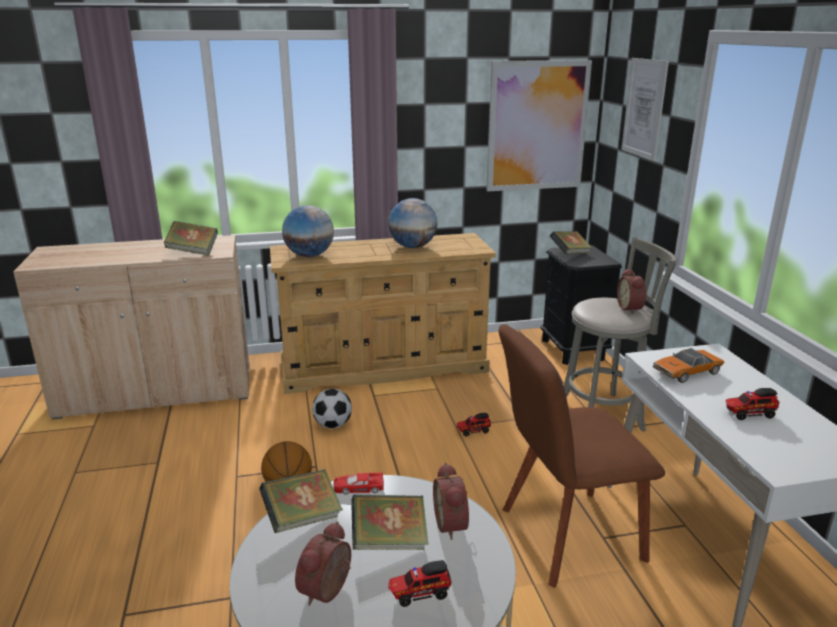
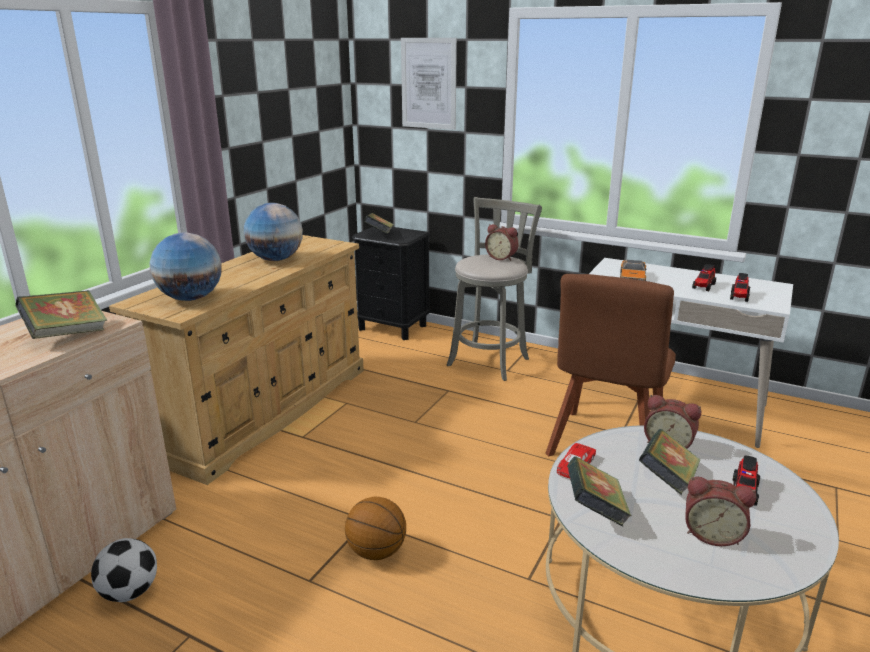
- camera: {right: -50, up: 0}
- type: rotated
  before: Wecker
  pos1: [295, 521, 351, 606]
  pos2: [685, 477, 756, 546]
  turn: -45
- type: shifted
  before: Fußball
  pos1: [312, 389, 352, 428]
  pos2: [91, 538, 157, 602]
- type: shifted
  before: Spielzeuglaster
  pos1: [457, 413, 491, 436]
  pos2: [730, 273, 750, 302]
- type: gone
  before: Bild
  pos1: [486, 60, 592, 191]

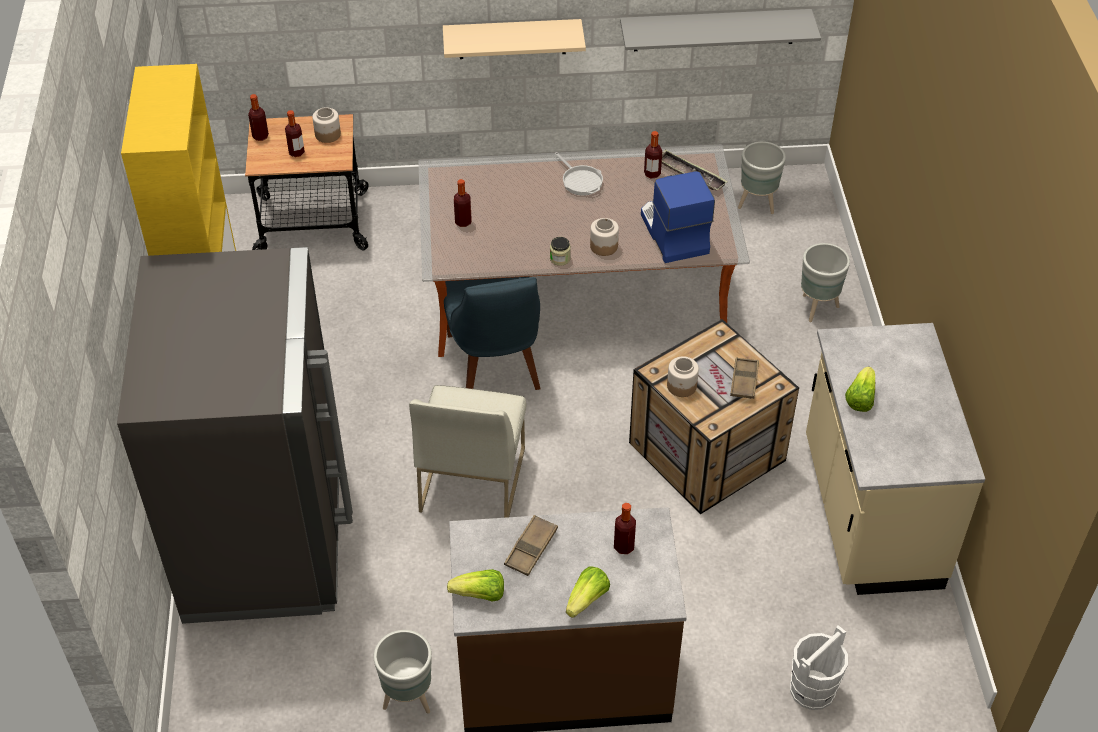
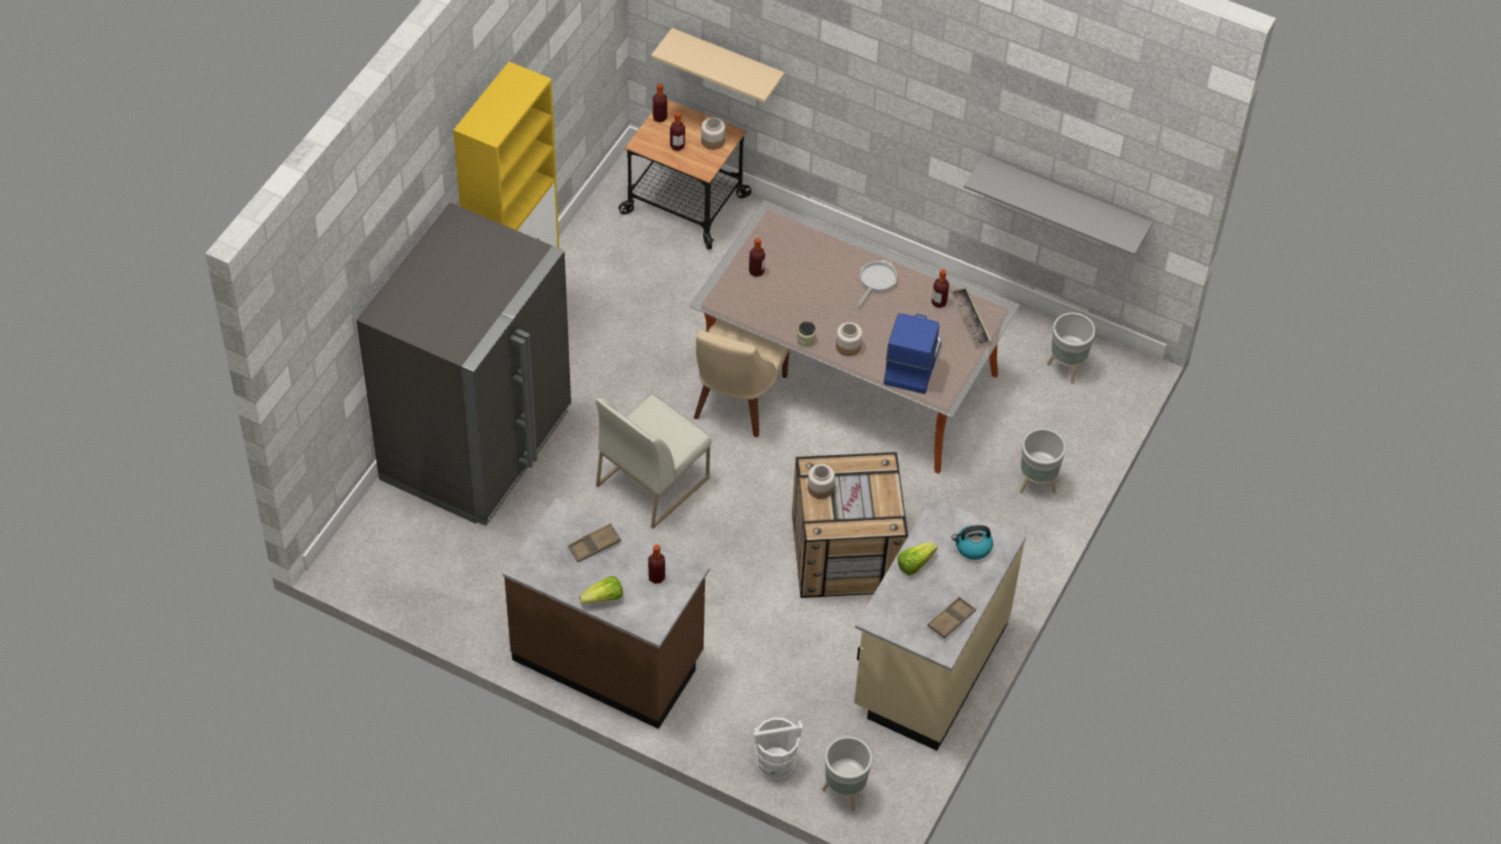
- camera: {right: 30, up: 5}
- type: shifted
  before: Pflanzkübel [grau]
  pos1: [373, 630, 432, 714]
  pos2: [822, 736, 873, 811]
- type: shifted
  before: Wandregal [beige]
  pos1: [443, 19, 586, 59]
  pos2: [651, 28, 785, 103]
- type: repainted
  before: Stuhl [blau]
  after: Stuhl [beige]
  pos1: [444, 277, 541, 390]
  pos2: [694, 319, 789, 437]
- type: gone
  before: Salatkopf
  pos1: [447, 569, 504, 601]
- type: rotated
  before: Pfanne
  pos1: [555, 152, 603, 196]
  pos2: [857, 260, 897, 307]
  turn: -150
- type: shifted
  before: Tablett [braun]
  pos1: [730, 357, 759, 399]
  pos2: [928, 597, 976, 638]
- type: new
  after: Wasserkessel
  pos2: [952, 525, 993, 560]

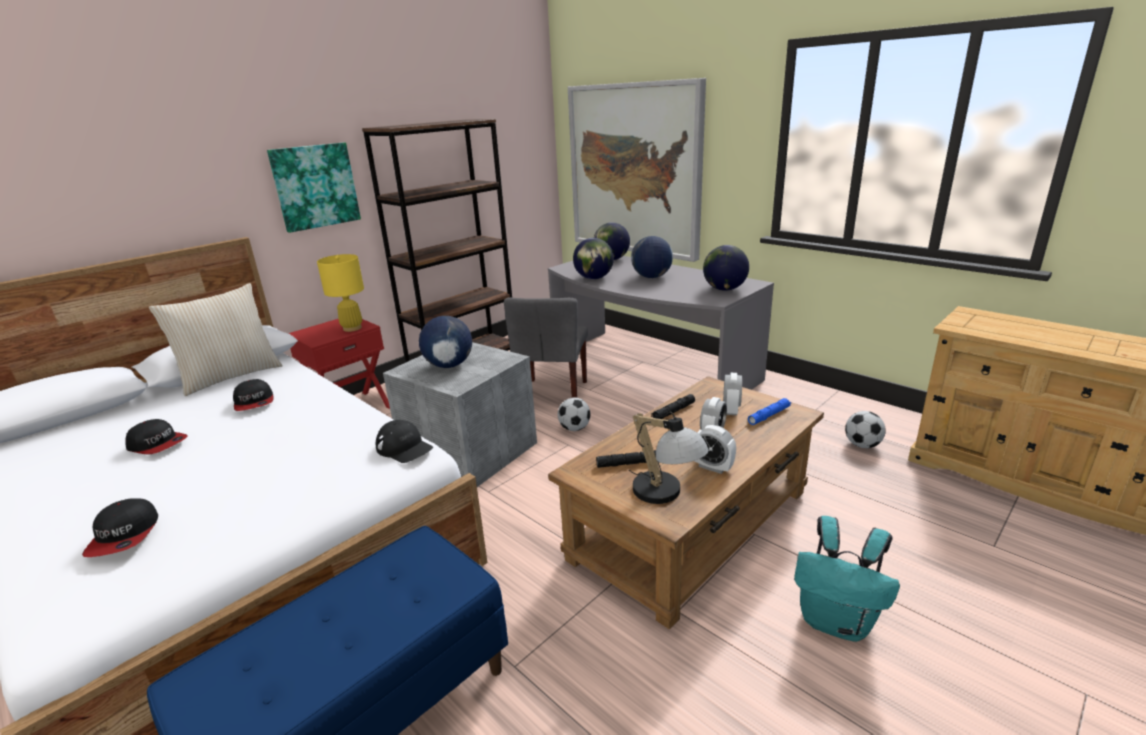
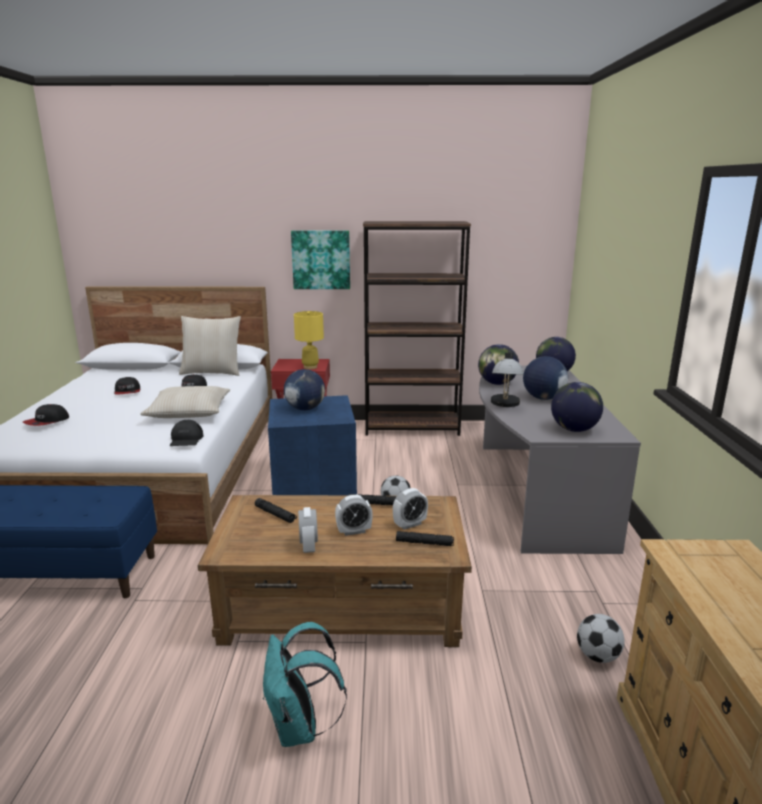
- camera: {right: 45, up: -5}
- type: repainted
  before: Aufbewahrungsbox [grau]
  after: Aufbewahrungsbox [blau]
  pos1: [383, 342, 537, 487]
  pos2: [268, 395, 357, 495]
- type: gone
  before: Stuhl [grau]
  pos1: [504, 298, 588, 398]
- type: gone
  before: Bild
  pos1: [568, 78, 706, 262]
- type: shifted
  before: Tischlampe
  pos1: [629, 412, 709, 504]
  pos2: [491, 348, 524, 407]
- type: repainted
  before: Taschenlampe [blau]
  after: Taschenlampe [schwarz]
  pos1: [748, 398, 791, 425]
  pos2: [396, 531, 454, 546]
- type: new
  after: Kissen [beige]
  pos2: [140, 386, 230, 418]

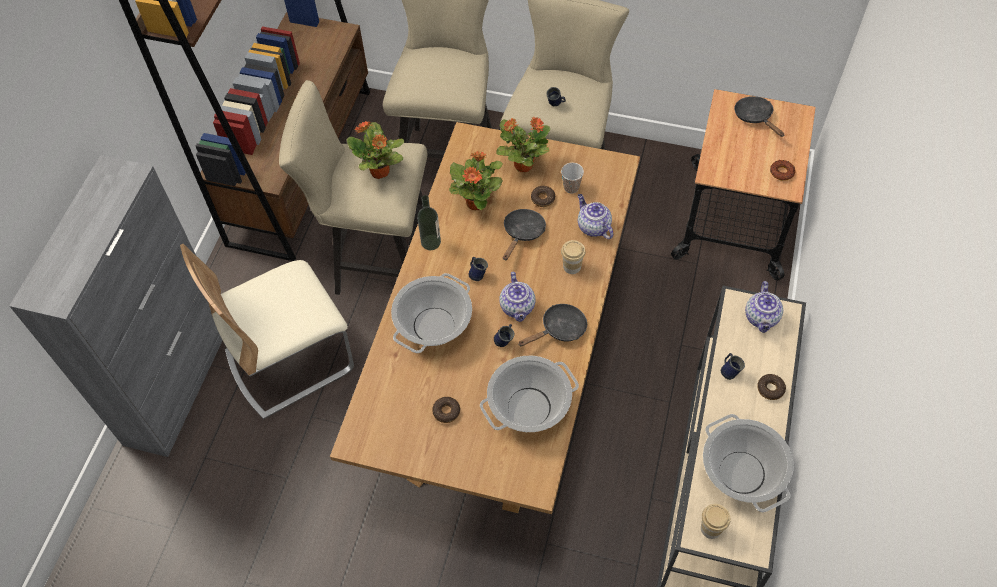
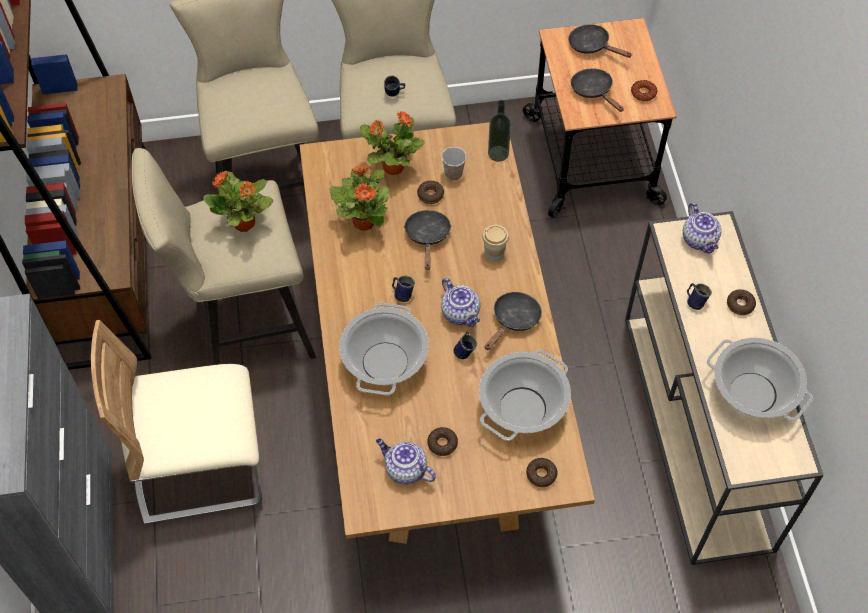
- camera: {right: -25, up: 0}
- type: rotated
  before: Stuhl [beige]
  pos1: [180, 244, 354, 419]
  pos2: [91, 320, 263, 524]
  turn: 45
- type: shifted
  before: Flasche
  pos1: [417, 195, 441, 250]
  pos2: [488, 100, 511, 162]
- type: shifted
  before: Teekanne
  pos1: [578, 194, 613, 239]
  pos2: [376, 438, 436, 485]
- type: gone
  before: Tasse
  pos1: [701, 504, 731, 539]
- type: new
  after: Donut
  pos2: [526, 458, 558, 487]
- type: new
  after: Pfanne [schwarz]
  pos2: [571, 68, 624, 112]

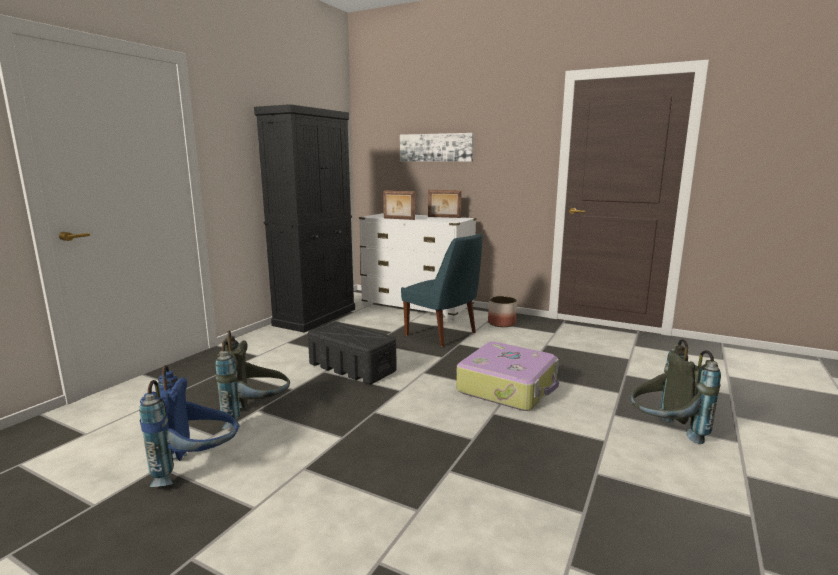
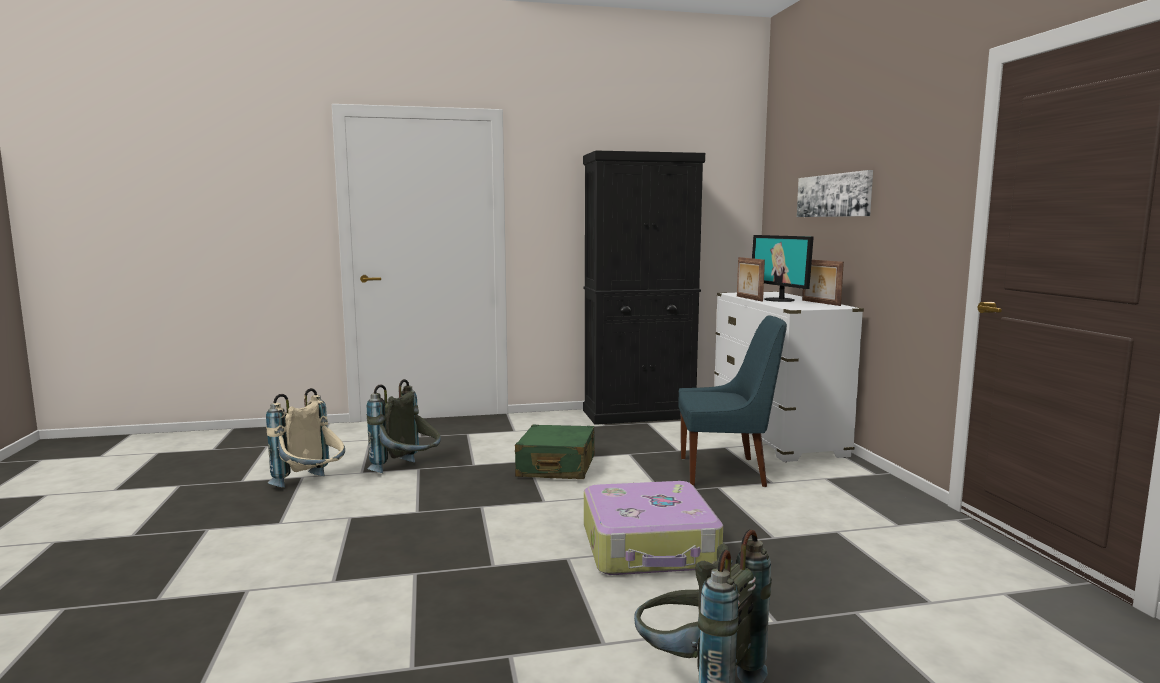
- camera: {right: 50, up: -5}
- type: repainted
  before: Rucksack [blau]
  after: Rucksack [beige]
  pos1: [139, 365, 239, 487]
  pos2: [266, 388, 345, 488]
- type: swapped
  before: Aufbewahrungsbox [schwarz]
  after: Koffer [grün]
  pos1: [308, 322, 397, 384]
  pos2: [515, 425, 595, 479]
- type: rotated
  before: Stuhl [blau]
  pos1: [401, 233, 482, 347]
  pos2: [679, 315, 787, 487]
  turn: -90
- type: gone
  before: Pflanzkübel
  pos1: [488, 296, 517, 327]
- type: new
  after: Monitor
  pos2: [752, 235, 814, 302]

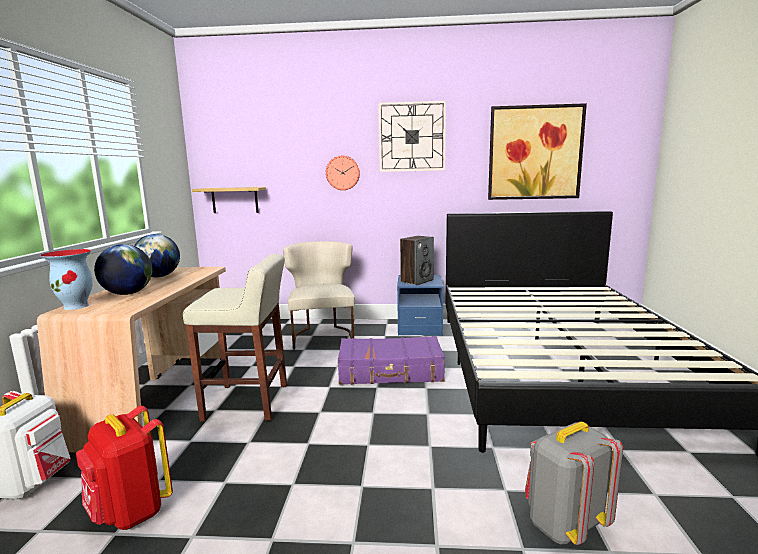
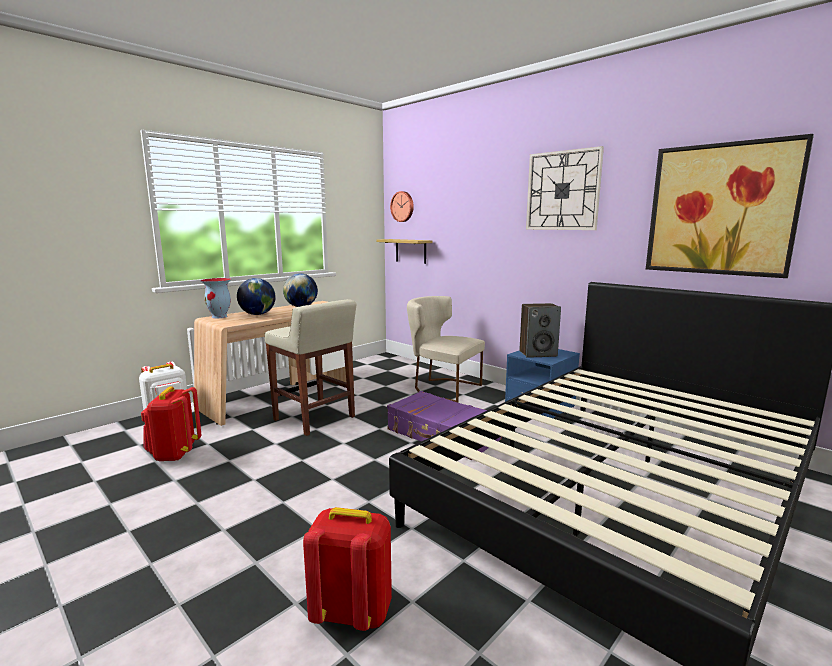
- camera: {right: 40, up: 0}
- type: rotated
  before: Stuhl [beige]
  pos1: [283, 241, 355, 350]
  pos2: [407, 296, 485, 403]
  turn: -90
- type: shifted
  before: Wanduhr
  pos1: [326, 156, 360, 190]
  pos2: [390, 191, 414, 222]
- type: repainted
  before: Rucksack [grau]
  after: Rucksack [rot]
  pos1: [525, 422, 623, 545]
  pos2: [303, 507, 392, 631]

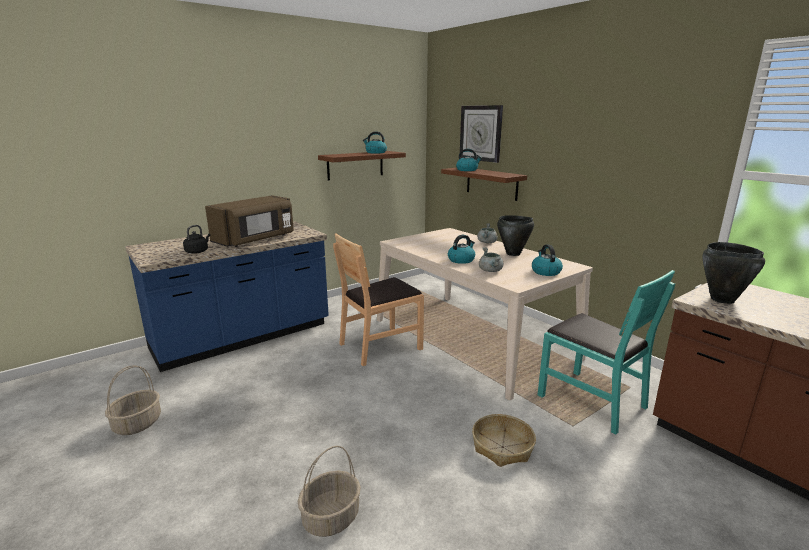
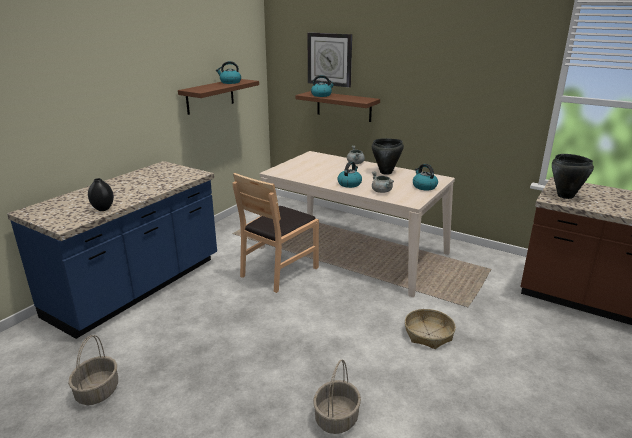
- camera: {right: -20, up: 5}
- type: swapped
  before: Wasserkessel [schwarz]
  after: Vase [schwarz]
  pos1: [183, 225, 210, 254]
  pos2: [88, 178, 114, 211]
- type: gone
  before: Mikrowelle [braun]
  pos1: [205, 195, 294, 247]
- type: gone
  before: Stuhl [türkis]
  pos1: [537, 270, 675, 434]

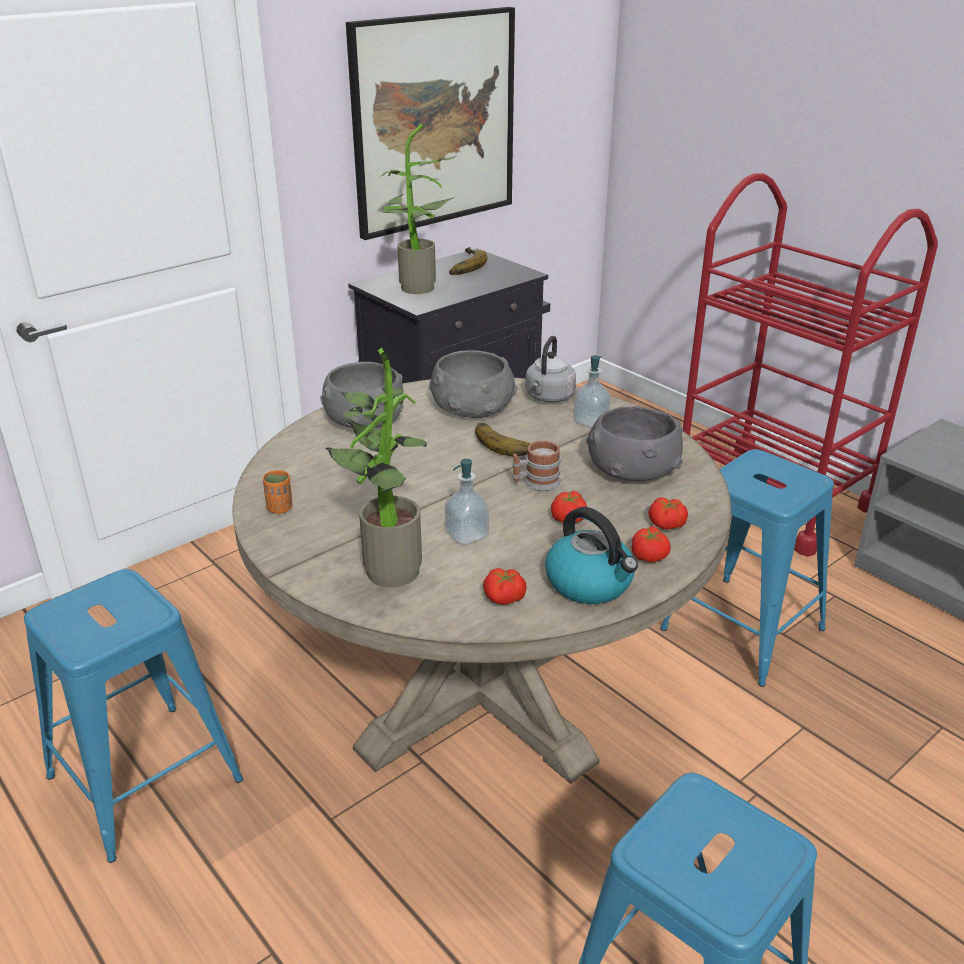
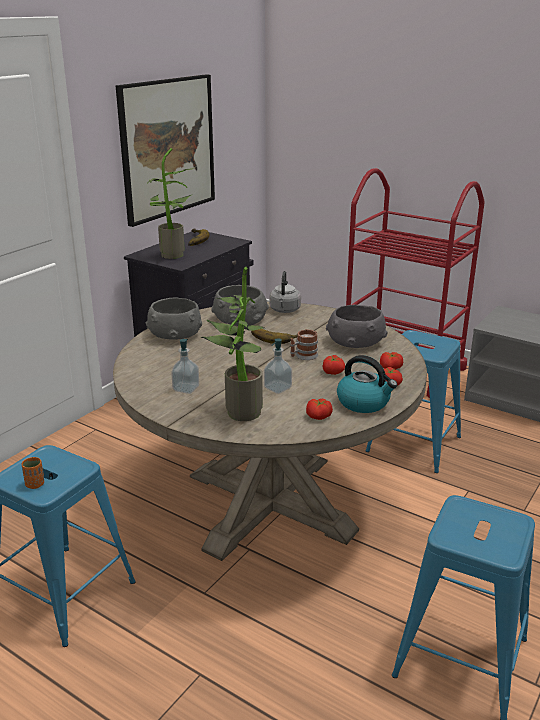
- camera: {right: -15, up: -5}
- type: shifted
  before: Tasse [orange]
  pos1: [263, 470, 292, 514]
  pos2: [22, 457, 44, 489]
- type: shifted
  before: Seifenspender
  pos1: [573, 355, 611, 428]
  pos2: [171, 339, 199, 394]

